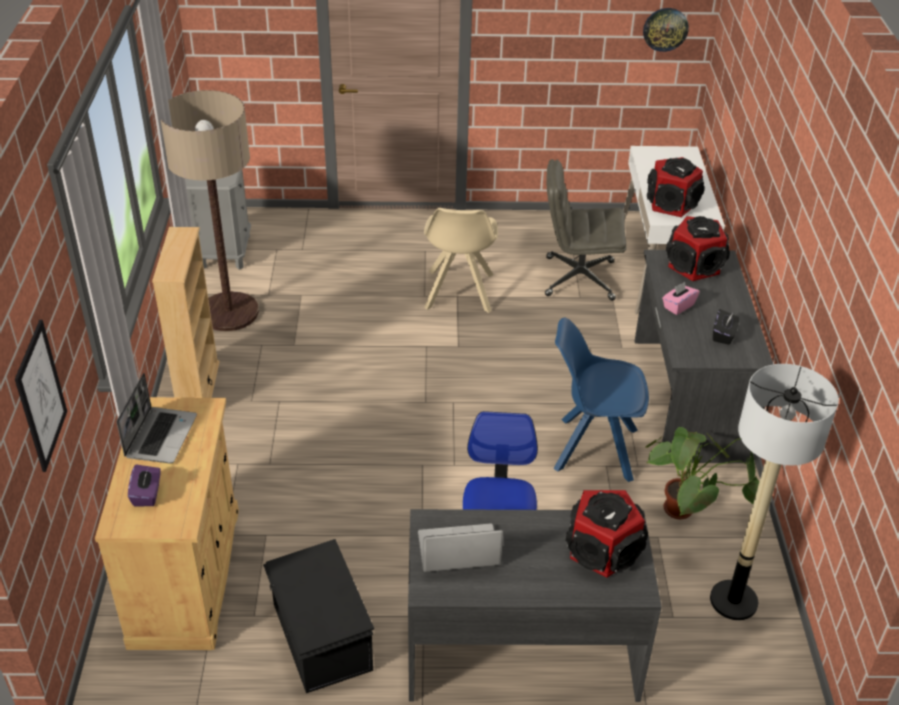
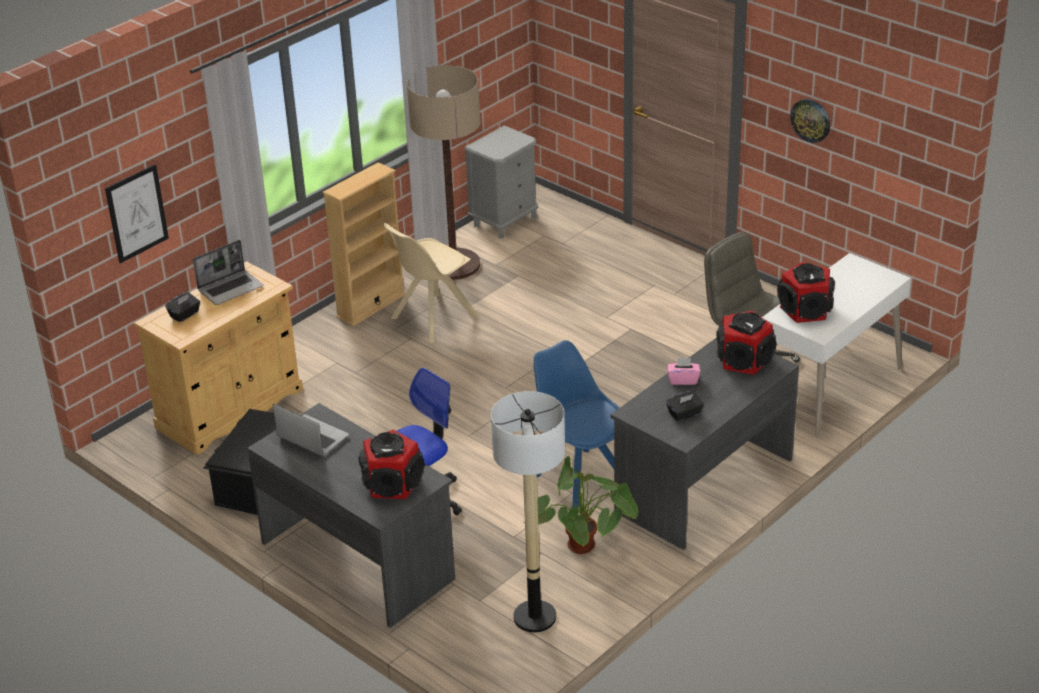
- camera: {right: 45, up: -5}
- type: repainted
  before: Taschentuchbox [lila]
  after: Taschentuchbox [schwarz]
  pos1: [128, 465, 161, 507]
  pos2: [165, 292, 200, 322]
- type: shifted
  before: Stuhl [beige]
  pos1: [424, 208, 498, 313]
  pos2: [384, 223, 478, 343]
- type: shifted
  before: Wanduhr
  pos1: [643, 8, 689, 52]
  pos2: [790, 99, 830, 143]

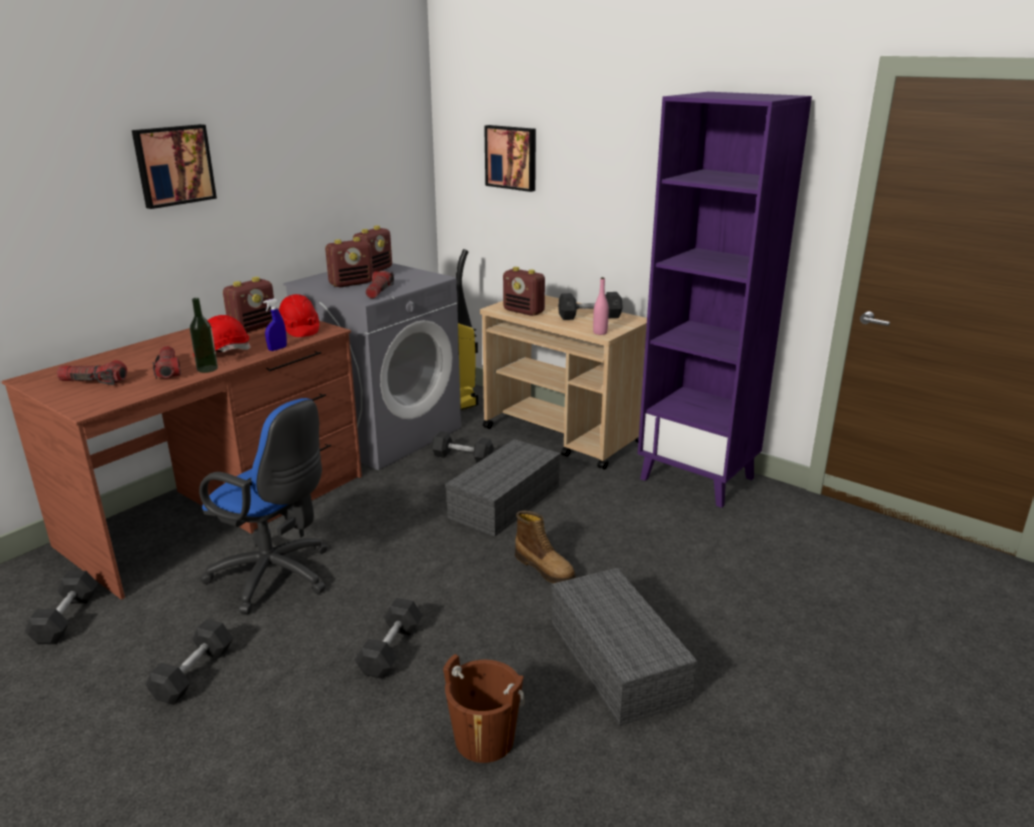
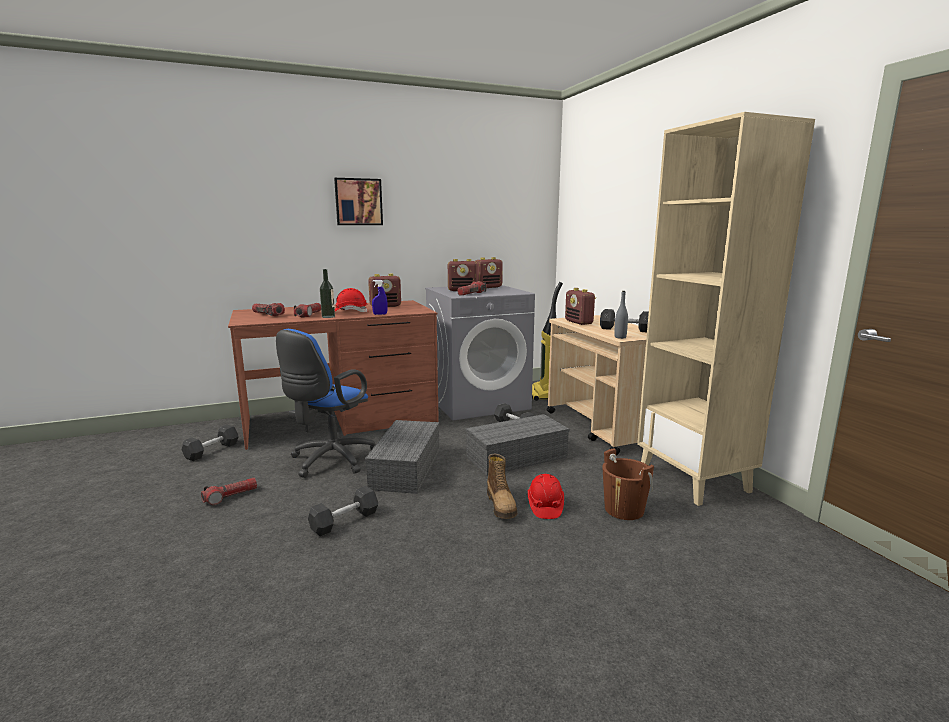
- camera: {right: 30, up: -10}
- type: swapped
  before: Hantel [grau]
  after: Taschenlampe
  pos1: [145, 619, 233, 705]
  pos2: [201, 478, 257, 505]
- type: rotated
  before: Bürostuhl [blau]
  pos1: [199, 398, 328, 614]
  pos2: [276, 329, 376, 478]
  turn: 60
- type: shifted
  before: Schutzhelm [rot]
  pos1: [279, 294, 319, 337]
  pos2: [527, 474, 564, 519]
- type: shifted
  before: Eimer [braun]
  pos1: [443, 654, 524, 763]
  pos2: [602, 448, 654, 520]
- type: gone
  before: Bild
  pos1: [484, 125, 536, 192]
- type: shifted
  before: Aufbewahrungsbox [grau]
  pos1: [551, 568, 698, 726]
  pos2: [365, 420, 439, 494]
- type: repainted
  before: Flasche [rosa]
  after: Flasche [grau]
  pos1: [593, 277, 609, 335]
  pos2: [614, 291, 628, 339]
- type: repainted
  before: Bücherregal [lila]
  after: Bücherregal [beige]
  pos1: [638, 92, 812, 508]
  pos2: [637, 112, 815, 506]

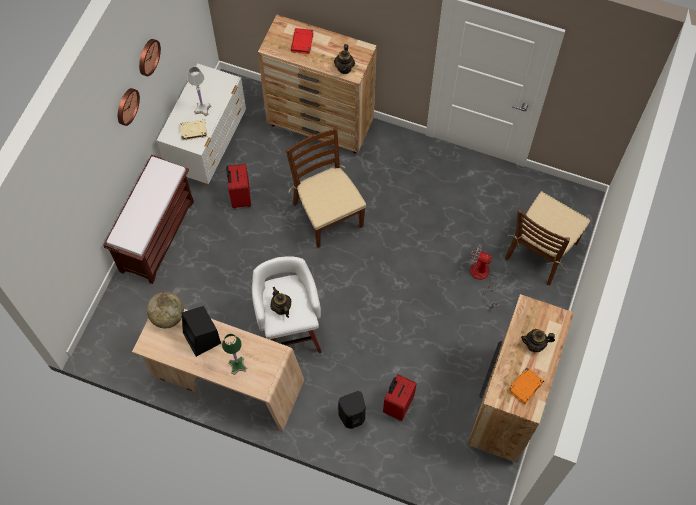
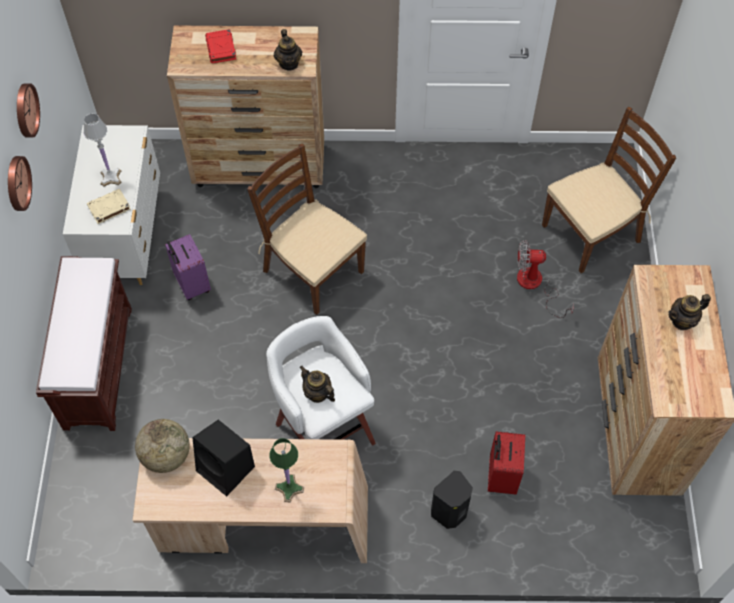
- camera: {right: -20, up: -5}
- type: repainted
  before: Koffer [rot]
  after: Koffer [lila]
  pos1: [226, 164, 251, 208]
  pos2: [165, 234, 211, 300]
- type: rotated
  before: Stuhl [braun]
  pos1: [505, 191, 590, 285]
  pos2: [542, 107, 676, 273]
  turn: -135
- type: gone
  before: Buch [orange]
  pos1: [507, 367, 544, 404]

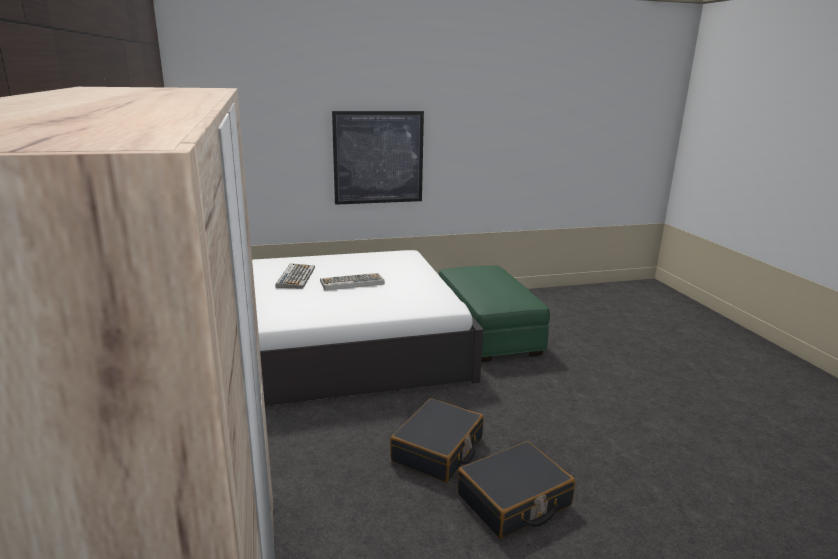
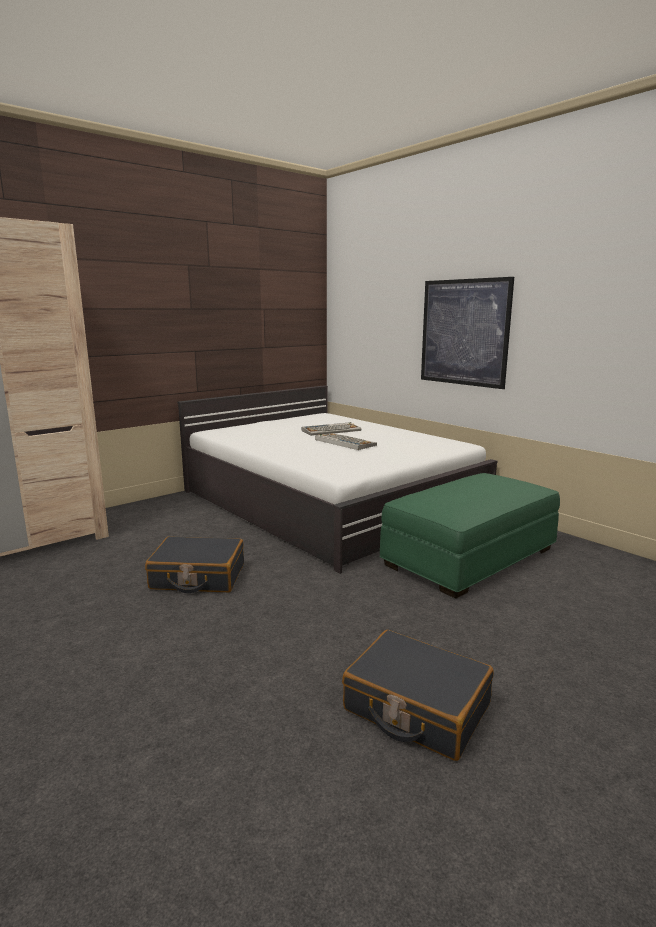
- camera: {right: 65, up: -5}
- type: shifted
  before: Koffer [schwarz]
  pos1: [457, 441, 575, 538]
  pos2: [342, 630, 494, 761]

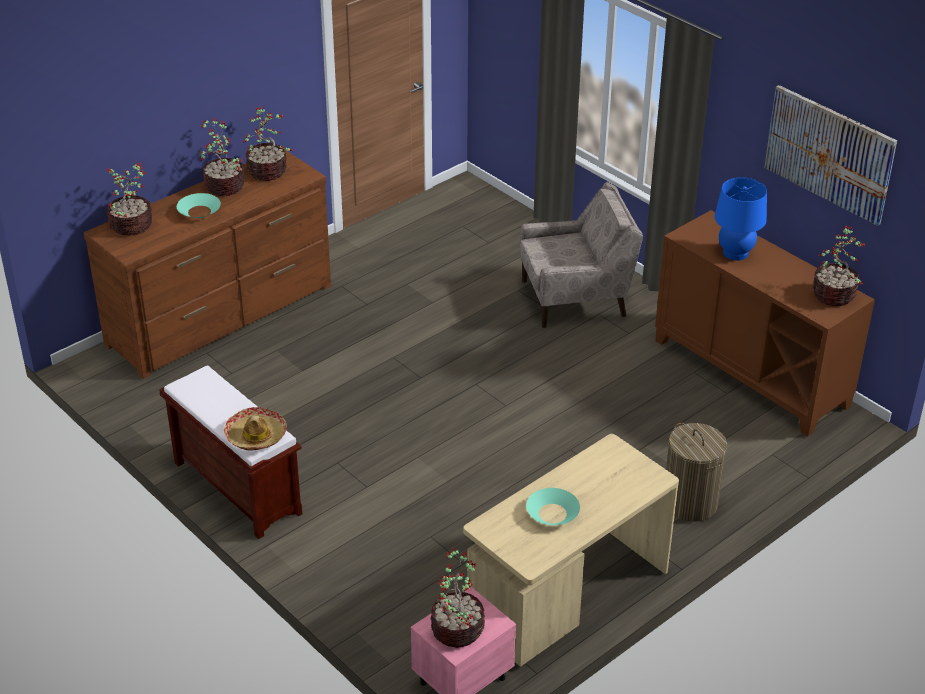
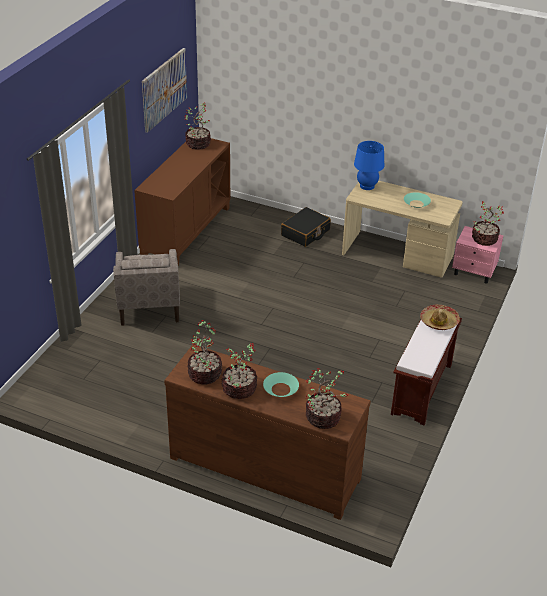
- camera: {right: -115, up: 0}
- type: rotated
  before: Sessel [beige]
  pos1: [520, 182, 643, 328]
  pos2: [113, 249, 180, 326]
  turn: -150
- type: swapped
  before: Wäschekorb
  after: Koffer [schwarz]
  pos1: [666, 423, 727, 522]
  pos2: [281, 207, 331, 247]
- type: shifted
  before: Tischlampe [blau]
  pos1: [715, 177, 767, 260]
  pos2: [354, 141, 384, 190]

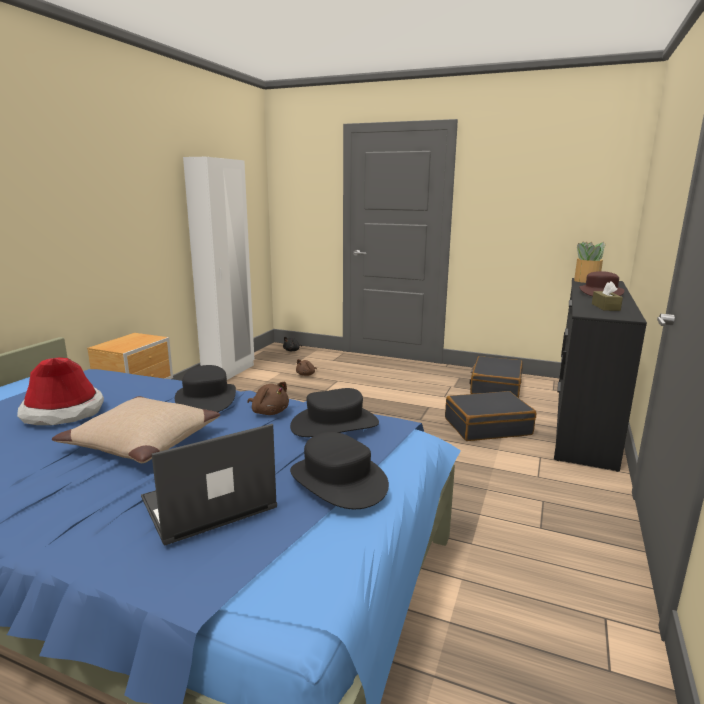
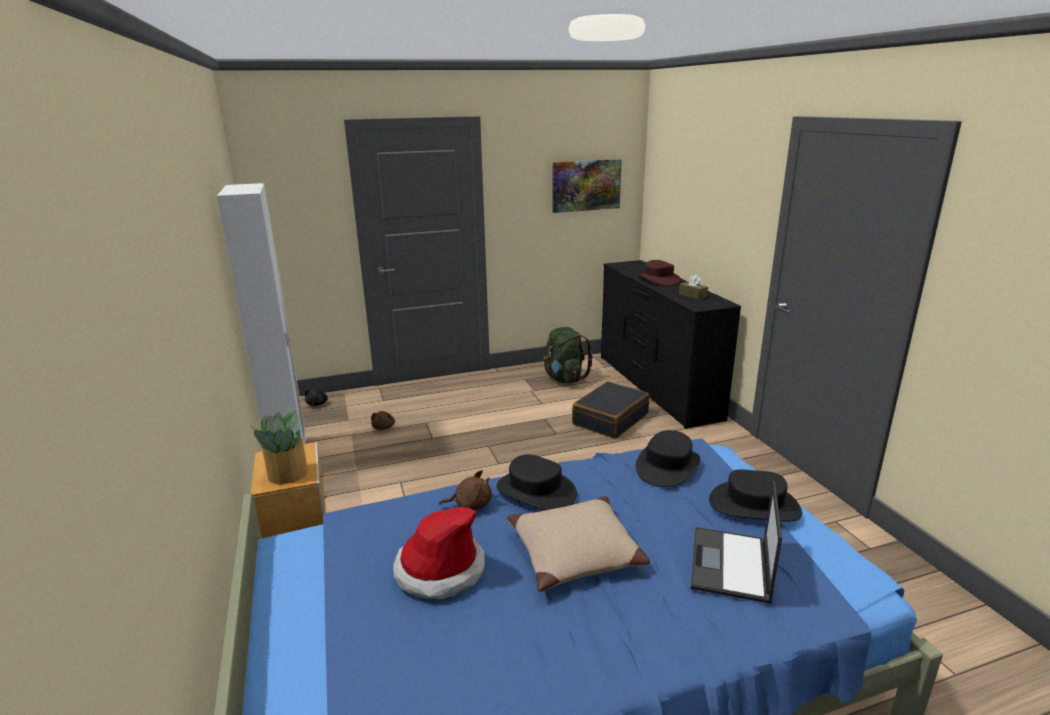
- camera: {right: -40, up: 5}
- type: shifted
  before: Plüschtier [braun]
  pos1: [247, 382, 289, 415]
  pos2: [439, 470, 492, 510]
- type: swapped
  before: Koffer [schwarz]
  after: Rucksack [grün]
  pos1: [470, 356, 523, 398]
  pos2: [543, 327, 593, 383]
- type: shifted
  before: Topfpflanze
  pos1: [574, 241, 606, 283]
  pos2: [250, 411, 308, 484]
- type: new
  after: Bild
  pos2: [552, 159, 622, 213]

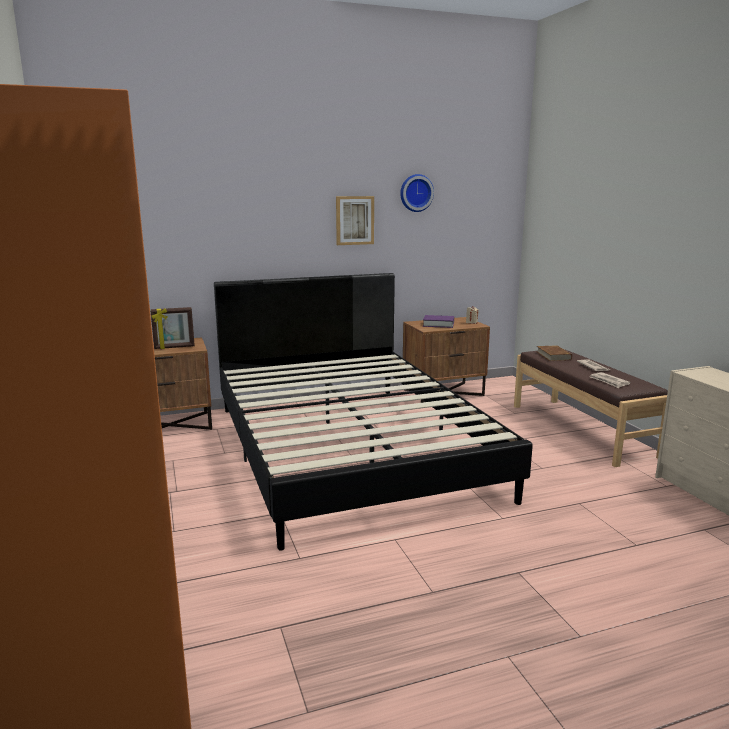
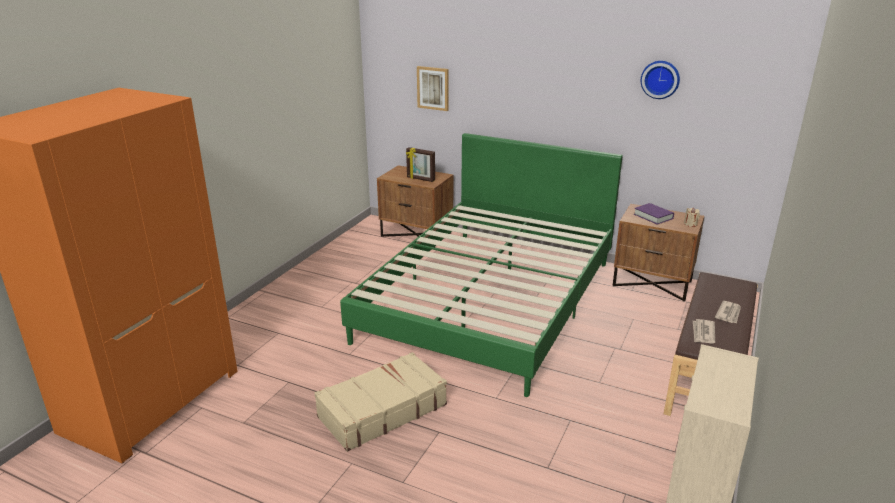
- camera: {right: 45, up: 10}
- type: repainted
  before: Bett [schwarz]
  after: Bett [grün]
  pos1: [214, 273, 533, 550]
  pos2: [340, 133, 623, 397]
- type: shifted
  before: Bild
  pos1: [336, 196, 374, 245]
  pos2: [417, 66, 449, 111]
- type: gone
  before: Buch [braun]
  pos1: [537, 345, 572, 361]
- type: new
  after: Koffer [beige]
  pos2: [315, 352, 447, 452]

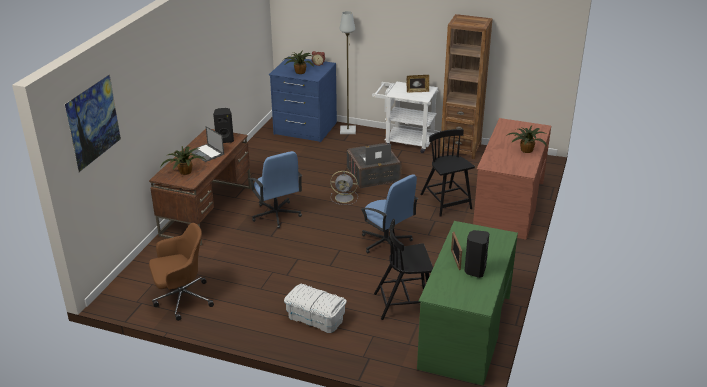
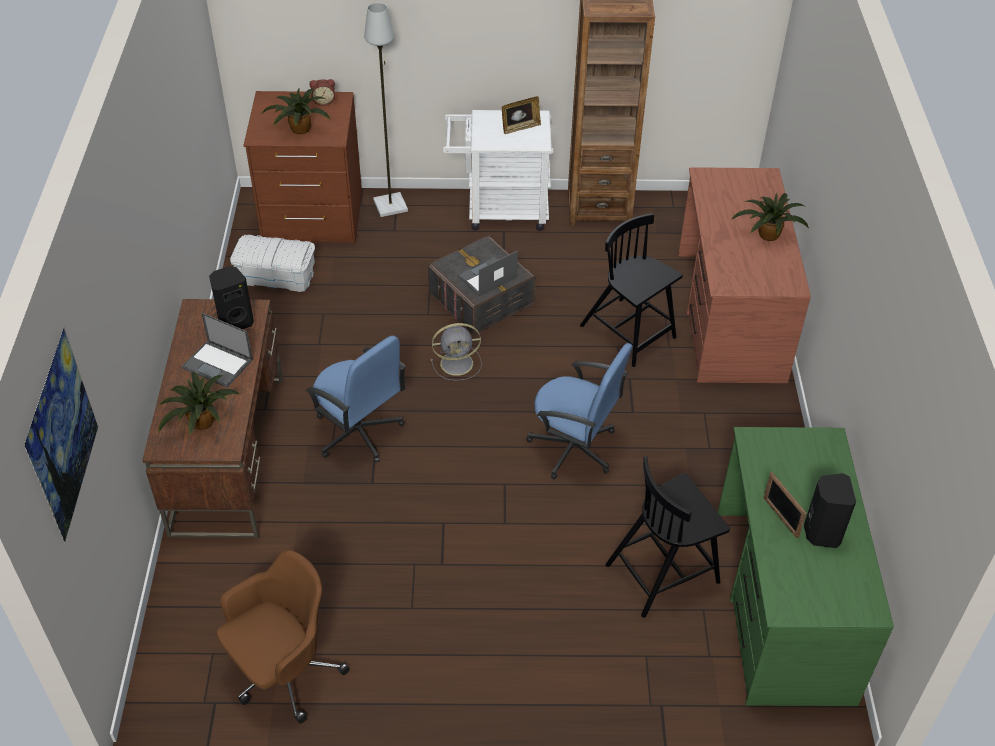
- camera: {right: -20, up: 15}
- type: repainted
  before: Kommode [blau]
  after: Kommode [braun]
  pos1: [269, 56, 337, 142]
  pos2: [244, 91, 362, 244]
- type: shifted
  before: Aufbewahrungsbox [weiß]
  pos1: [284, 284, 347, 333]
  pos2: [230, 235, 315, 292]

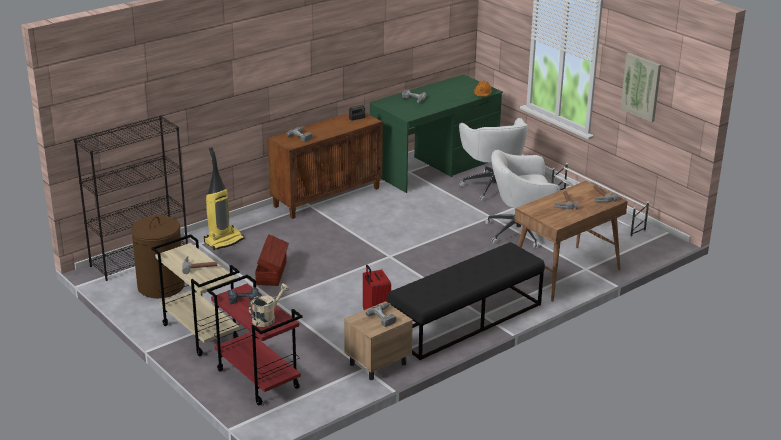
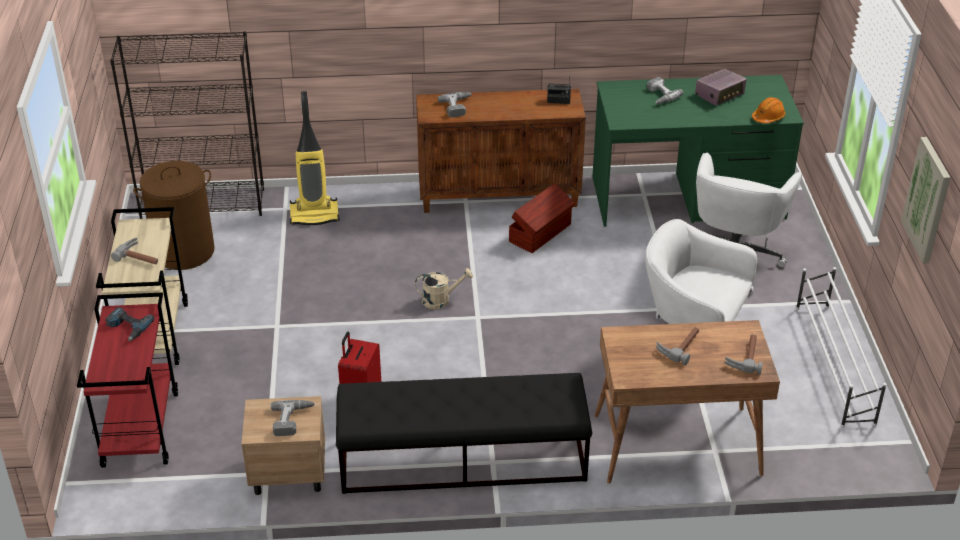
- camera: {right: 35, up: 10}
- type: shifted
  before: Gießkanne [beige]
  pos1: [249, 284, 289, 327]
  pos2: [415, 268, 473, 309]
- type: shifted
  before: Aufbewahrungsbox [braun]
  pos1: [255, 234, 289, 286]
  pos2: [509, 183, 575, 253]
- type: new
  after: Radio
  pos2: [695, 69, 747, 106]

